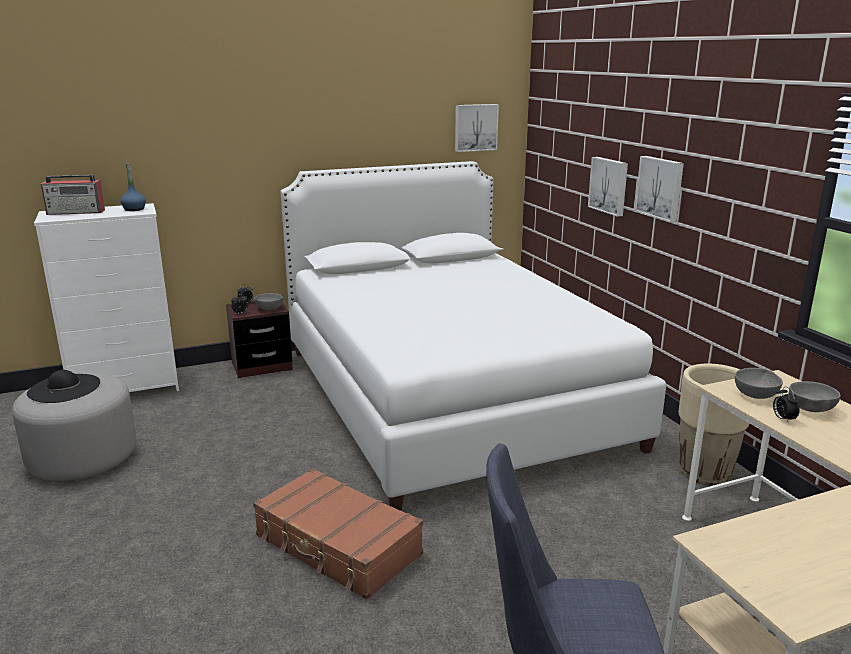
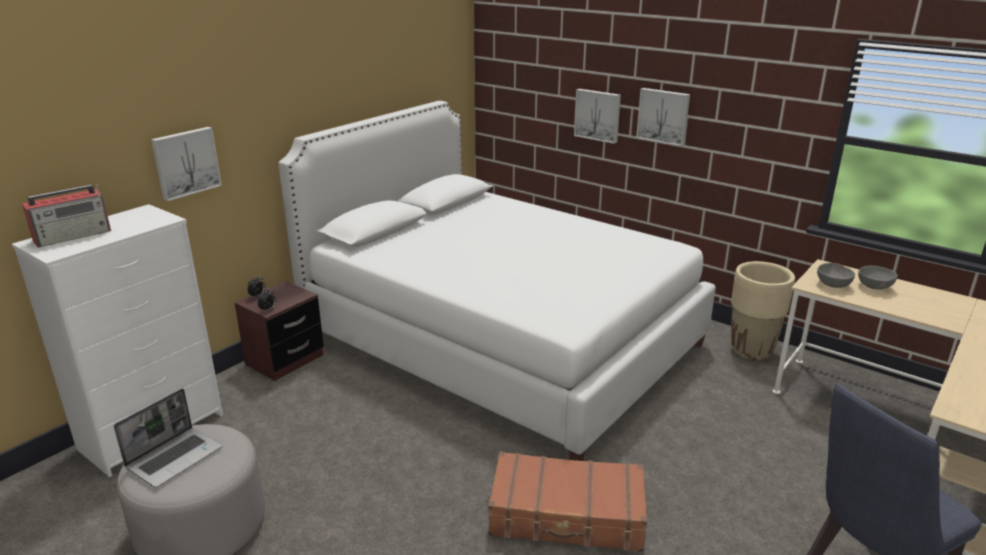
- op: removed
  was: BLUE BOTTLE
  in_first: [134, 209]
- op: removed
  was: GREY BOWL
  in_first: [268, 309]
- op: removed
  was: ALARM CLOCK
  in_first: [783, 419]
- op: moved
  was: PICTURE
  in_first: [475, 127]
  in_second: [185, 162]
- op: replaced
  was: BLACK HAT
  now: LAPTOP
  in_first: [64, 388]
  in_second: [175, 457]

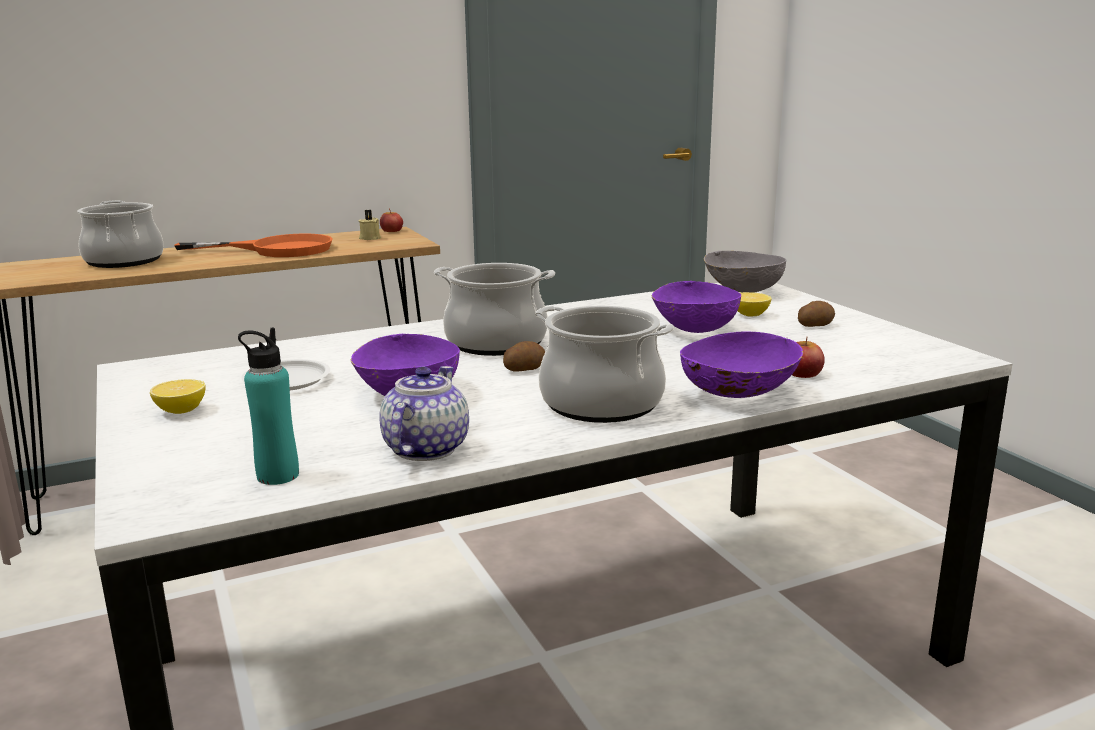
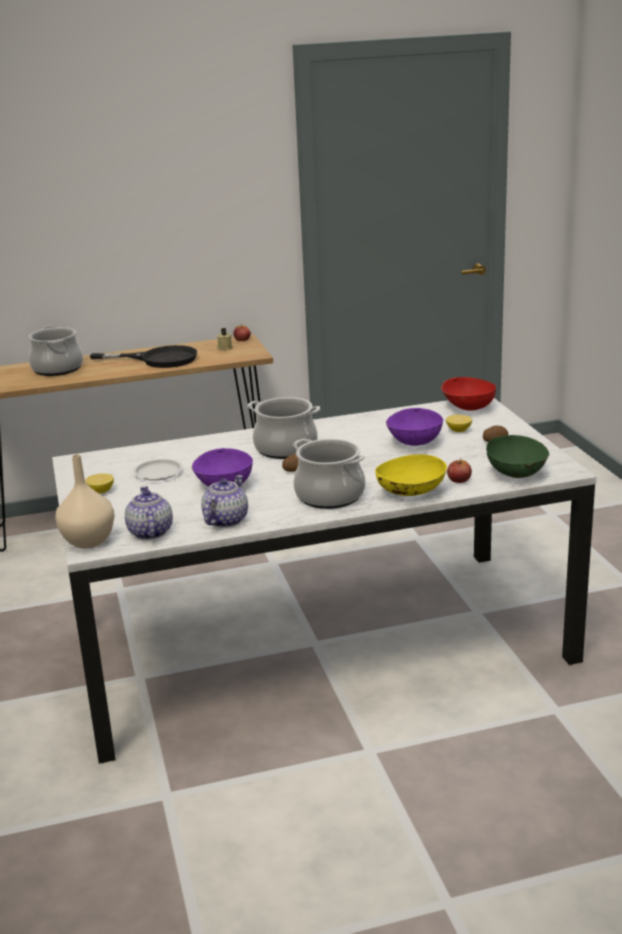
- op: added
  now: BEIGE VASE
  in_second: [90, 541]
- op: added
  now: GREEN BOWL
  in_second: [517, 473]
- op: replaced
  was: TURQUOISE BOTTLE
  now: TEAPOT
  in_first: [277, 475]
  in_second: [149, 532]
- op: recoloured
  was: ORANGE FRYING PAN
  now: BLACK FRYING PAN
  in_first: [277, 249]
  in_second: [159, 359]
- op: recoloured
  was: PURPLE BOWL
  now: YELLOW BOWL
  in_first: [738, 394]
  in_second: [411, 493]
- op: recoloured
  was: GREY BOWL
  now: RED BOWL
  in_first: [741, 290]
  in_second: [467, 407]

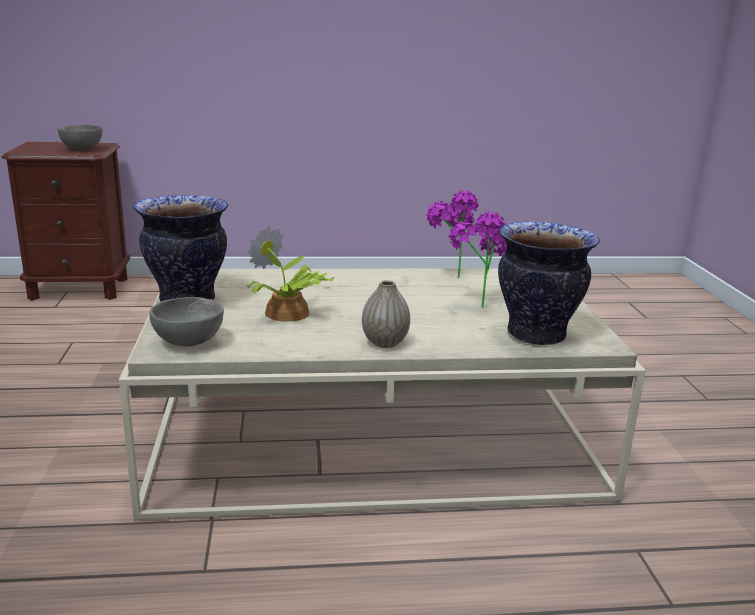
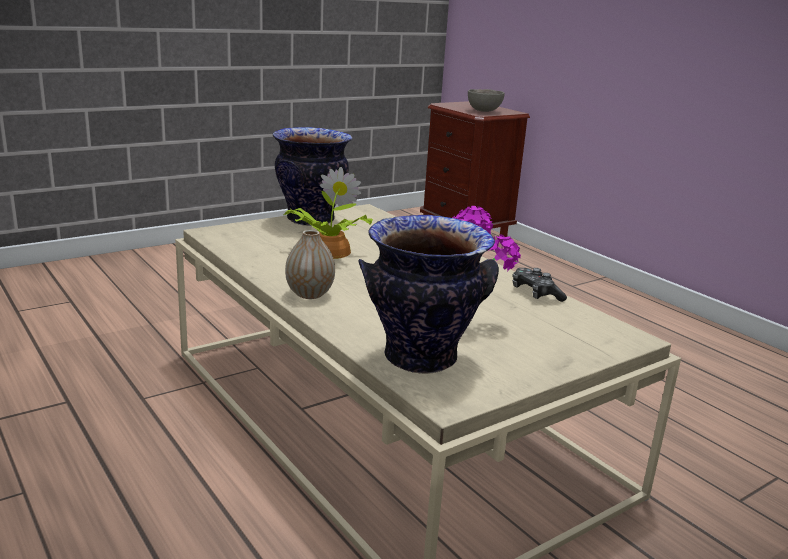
- op: removed
  was: GREY BOWL
  in_first: [190, 343]
- op: replaced
  was: POTTED PLANT
  now: GAME CONTROLLER
  in_first: [449, 275]
  in_second: [535, 293]

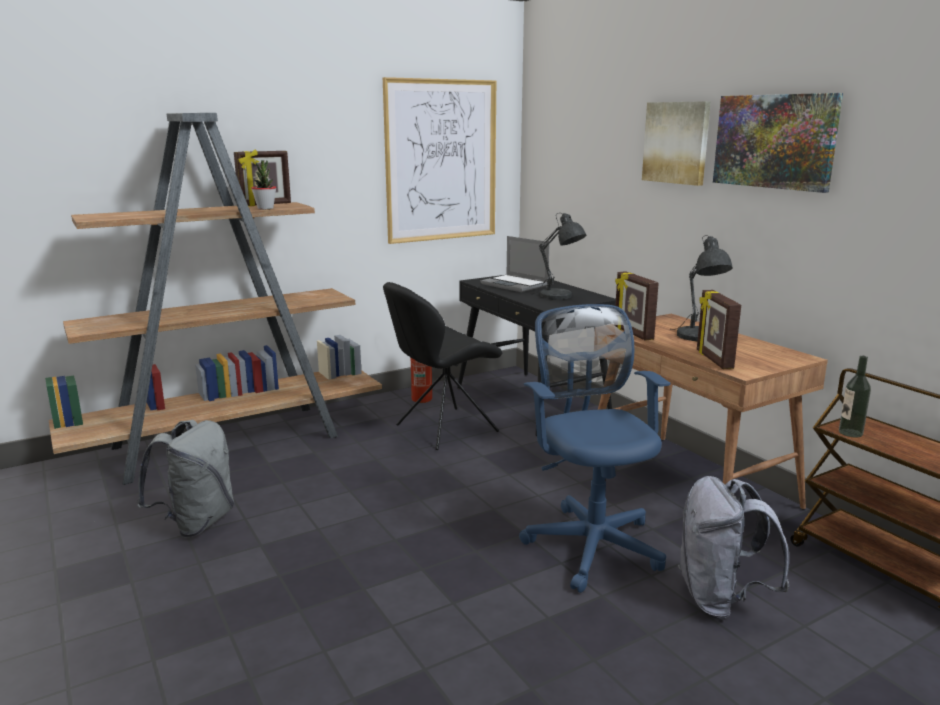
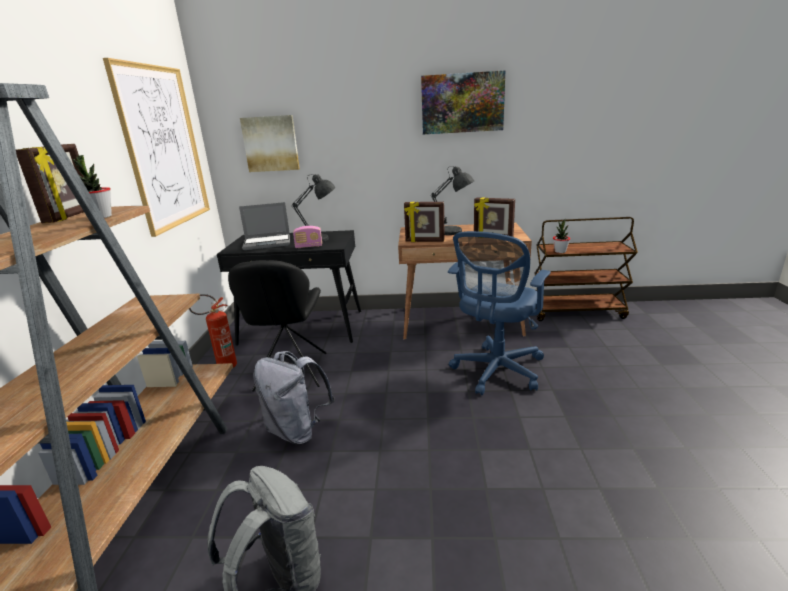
- op: added
  now: RADIO
  in_second: [309, 246]
- op: moved
  was: PICTURE
  in_first: [676, 142]
  in_second: [271, 143]
- op: moved
  was: GREY BACKPACK
  in_first: [720, 600]
  in_second: [297, 431]
- op: replaced
  was: BOTTLE
  now: POTTED PLANT
  in_first: [850, 433]
  in_second: [560, 251]
- op: turned
  was: BLUE OFFICE CHAIR
  in_first: [591, 542]
  in_second: [496, 372]
  clockwise: -75

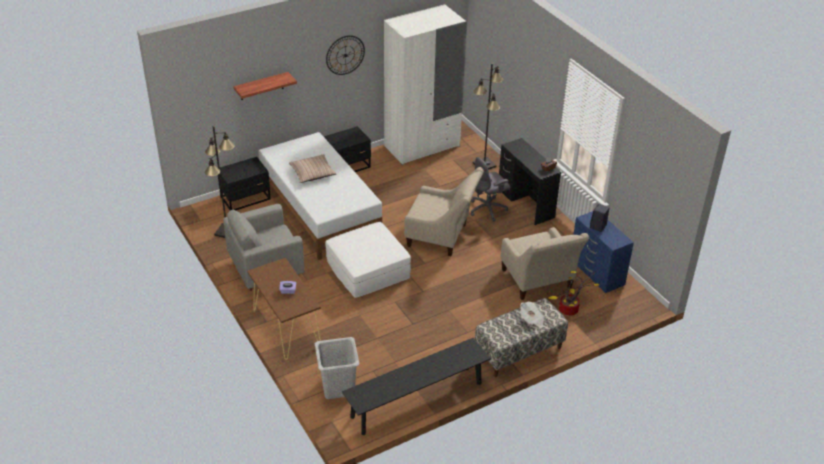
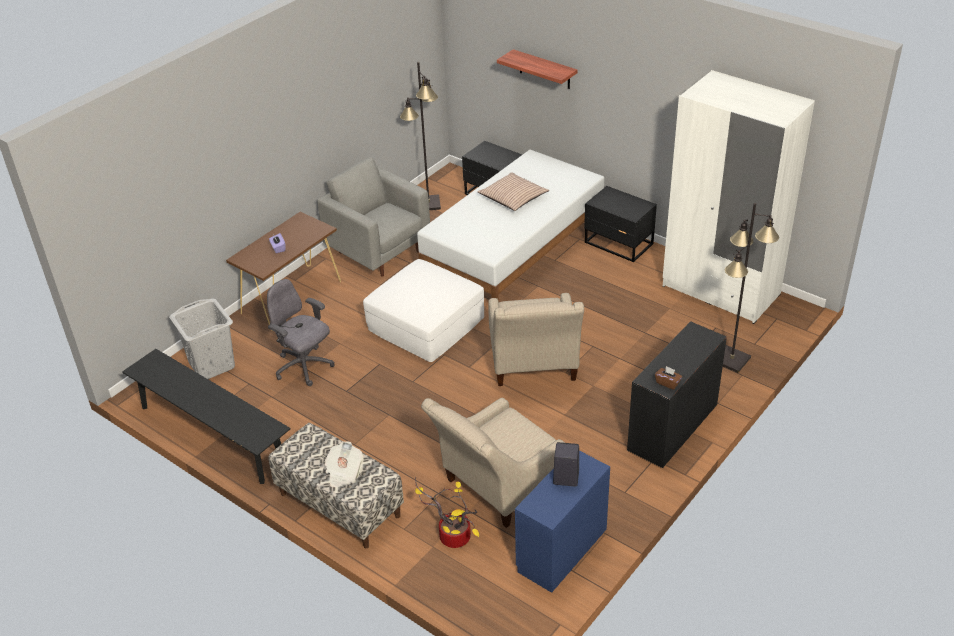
- op: removed
  was: WALL CLOCK
  in_first: [345, 55]
- op: moved
  was: GREY OFFICE CHAIR
  in_first: [488, 209]
  in_second: [304, 367]

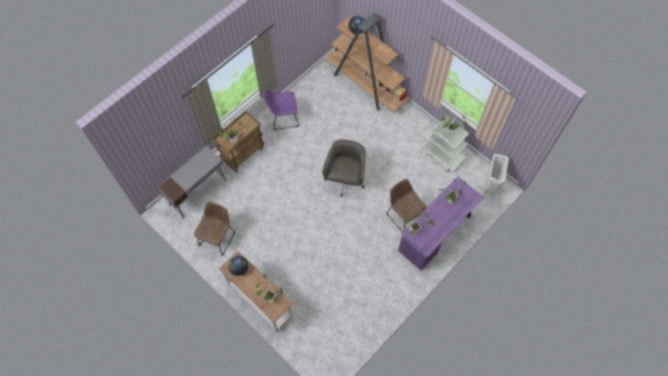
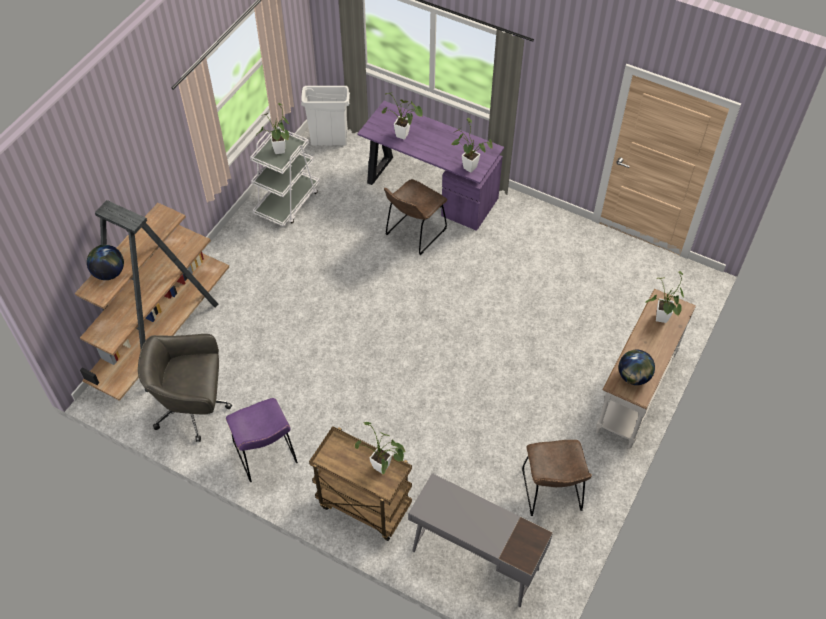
- op: moved
  was: GREY OFFICE CHAIR
  in_first: [345, 179]
  in_second: [193, 408]
- op: turned
  was: BROWN CHAIR
  in_first: [218, 237]
  in_second: [552, 493]
  clockwise: -105

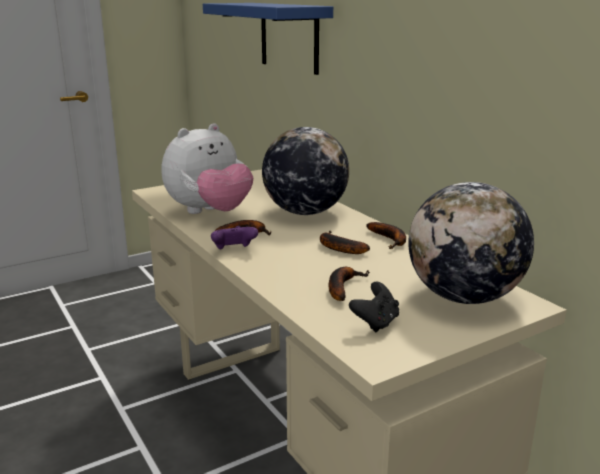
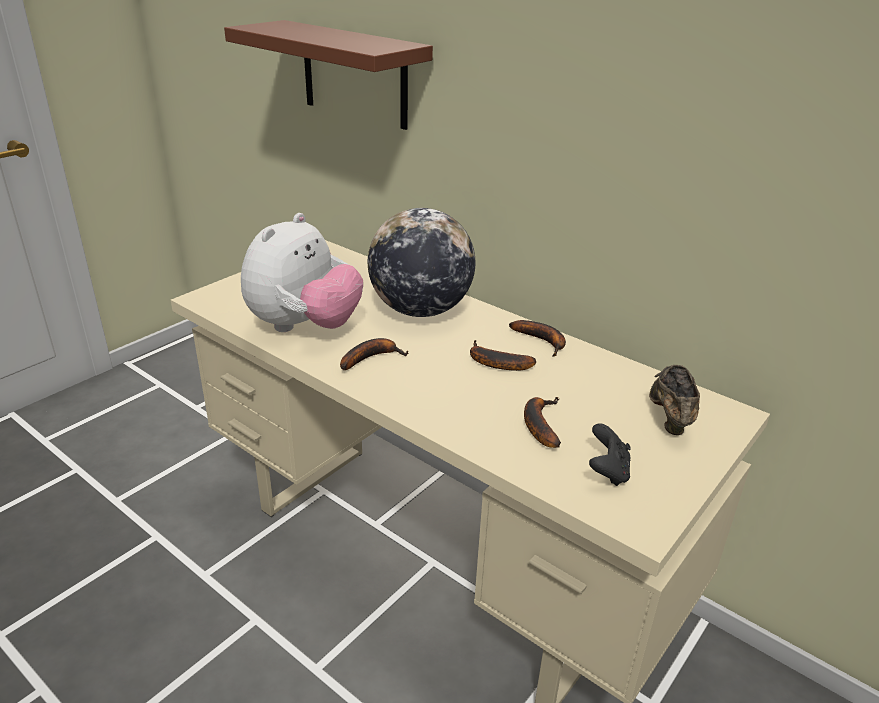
- op: removed
  was: PURPLE GAME CONTROLLER
  in_first: [234, 250]
- op: replaced
  was: GLOBE
  now: BROWN SHOE
  in_first: [464, 297]
  in_second: [669, 415]
- op: recoloured
  was: BLUE SHELF
  now: BROWN SHELF
  in_first: [289, 37]
  in_second: [354, 75]

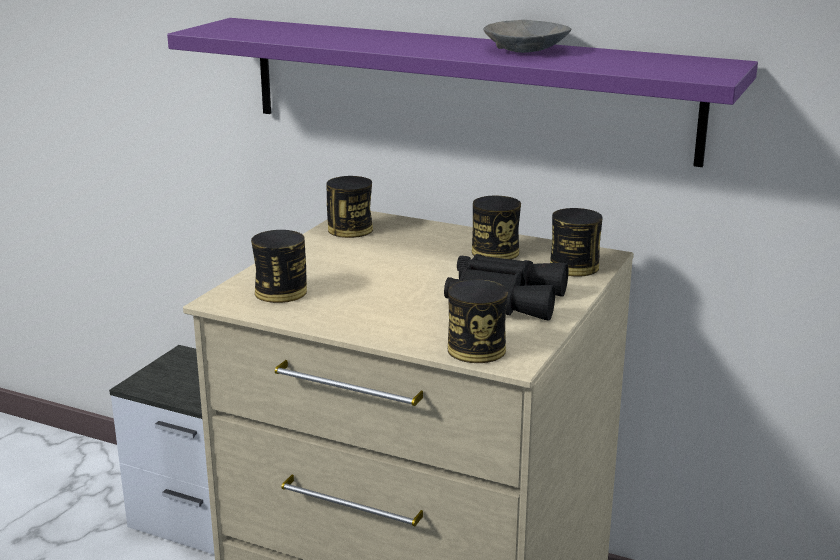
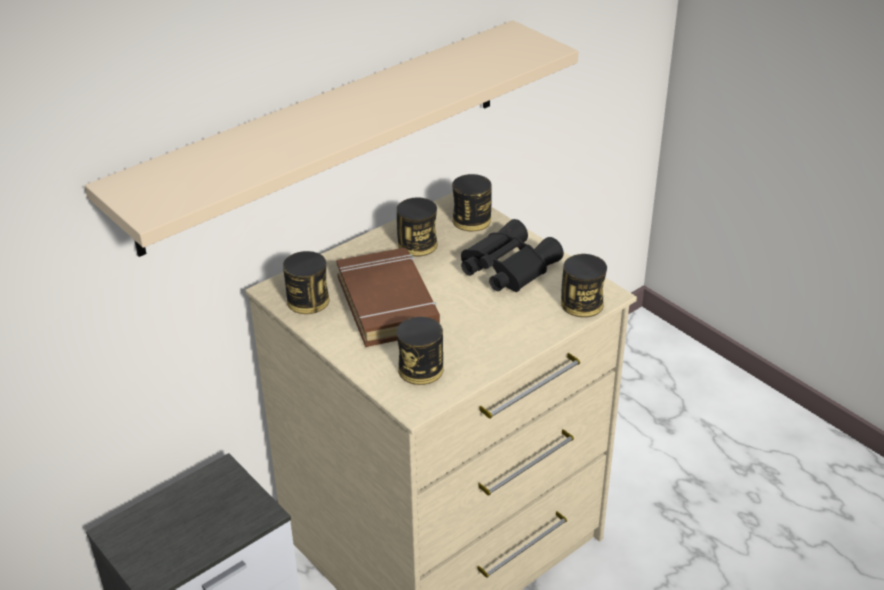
- op: removed
  was: GREY BOWL
  in_first: [525, 49]
- op: added
  now: BROWN BOOK
  in_second: [388, 304]
- op: recoloured
  was: PURPLE SHELF
  now: BEIGE SHELF
  in_first: [465, 88]
  in_second: [325, 134]

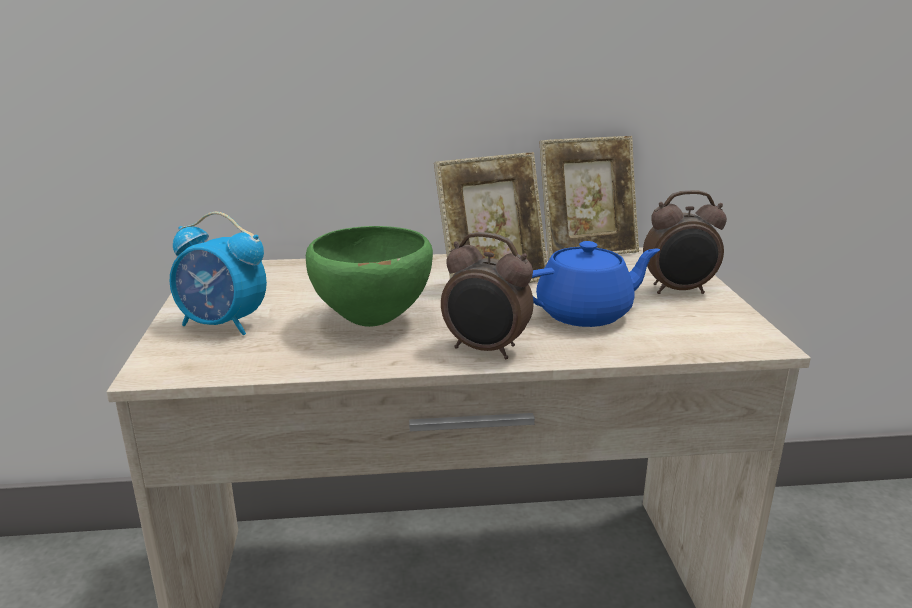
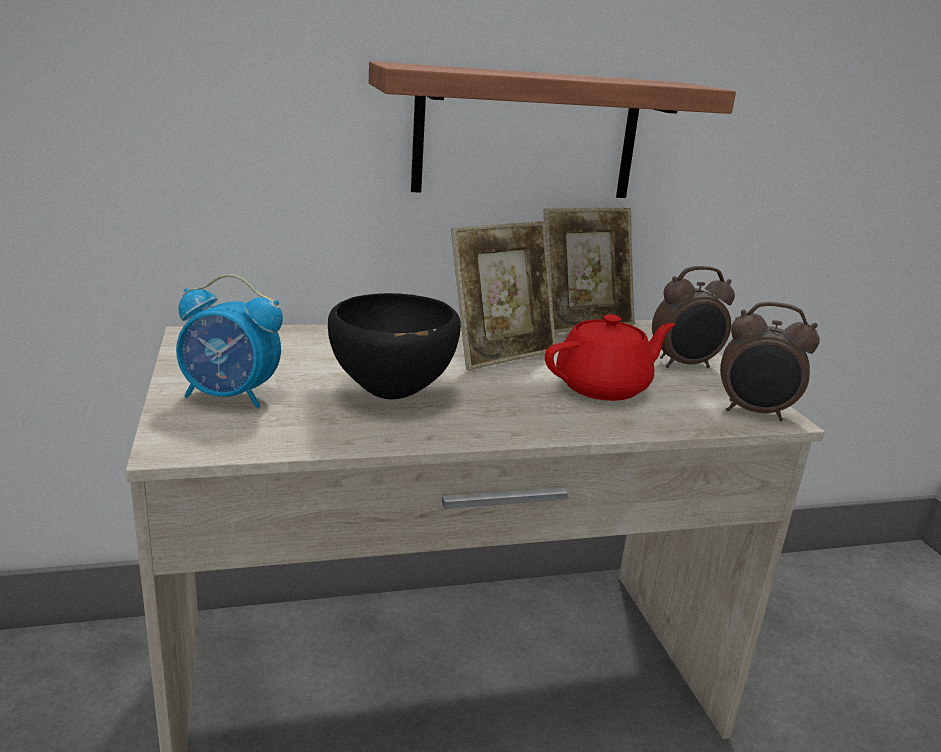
- op: added
  now: SHELF
  in_second: [527, 135]
- op: moved
  was: ALARM CLOCK
  in_first: [485, 350]
  in_second: [754, 413]
- op: recoloured
  was: GREEN BOWL
  now: BLACK BOWL
  in_first: [372, 323]
  in_second: [392, 395]
- op: recoloured
  was: BLUE TEAPOT
  now: RED TEAPOT
  in_first: [586, 313]
  in_second: [604, 387]

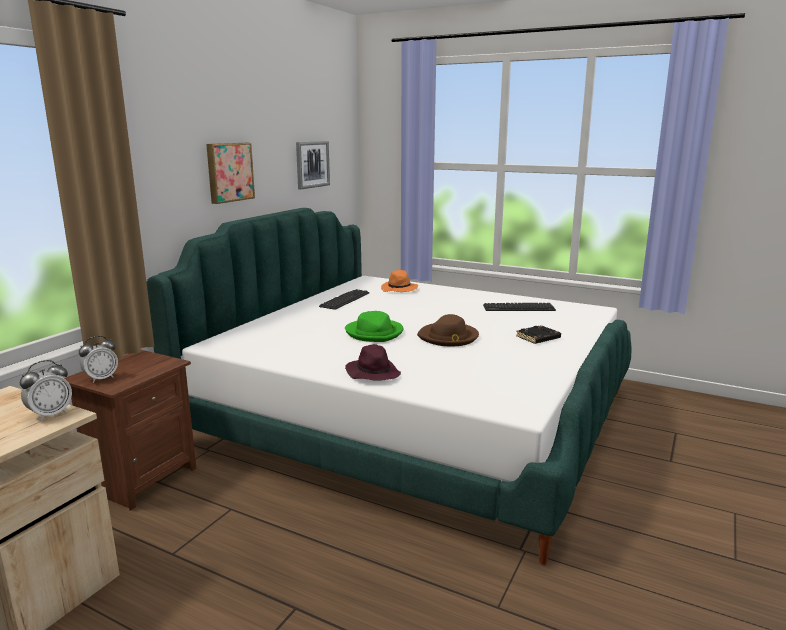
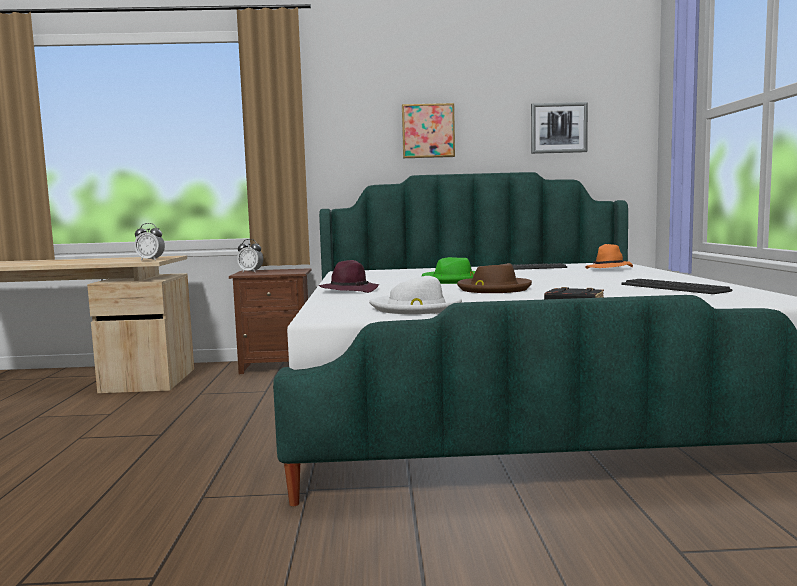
- op: added
  now: WHITE HAT
  in_second: [416, 308]

